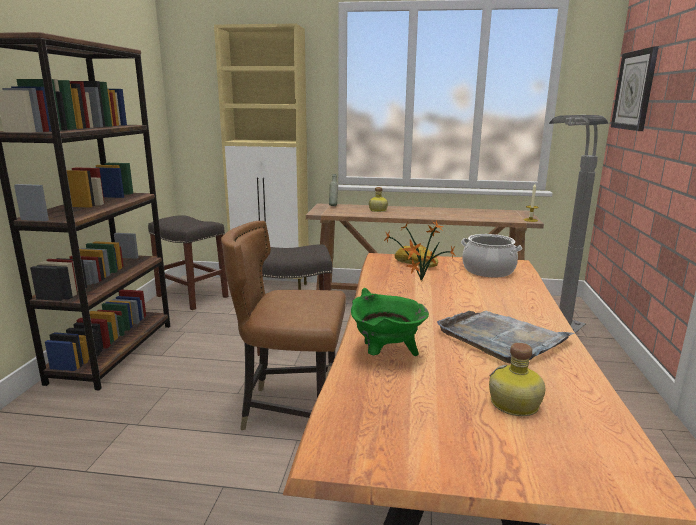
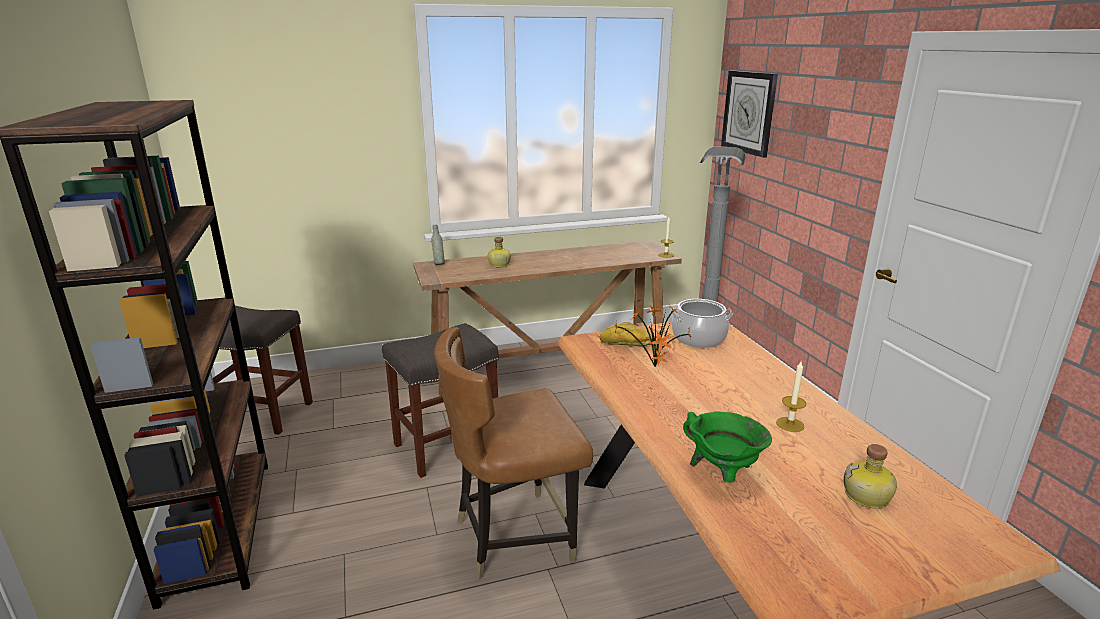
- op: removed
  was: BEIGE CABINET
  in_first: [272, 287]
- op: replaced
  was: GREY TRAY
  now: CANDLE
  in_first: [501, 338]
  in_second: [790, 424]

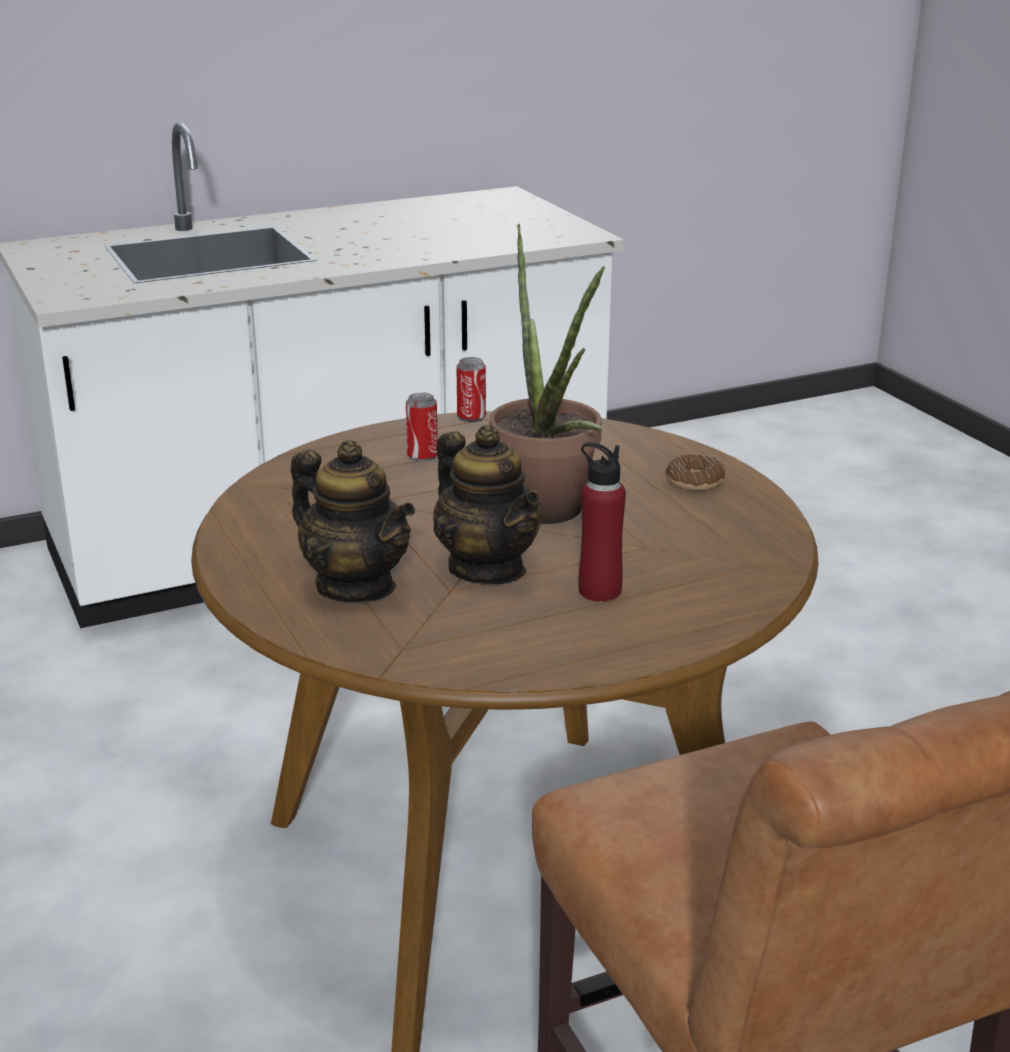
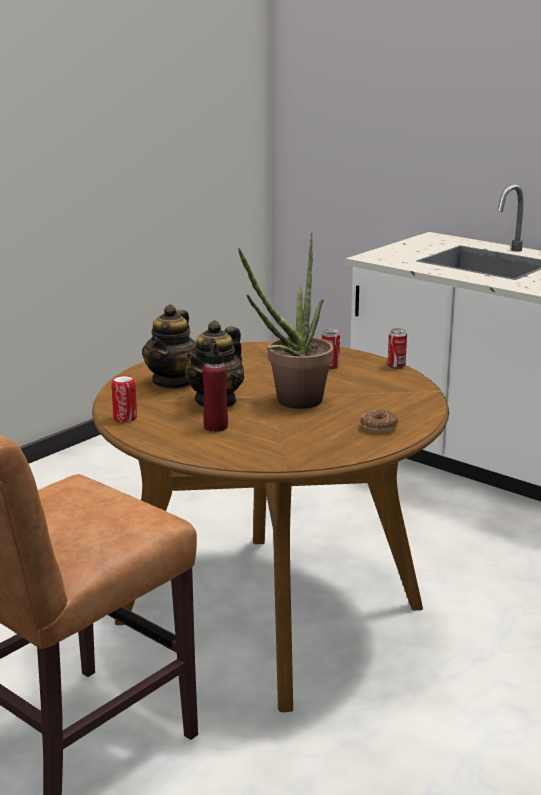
- op: added
  now: CAN
  in_second: [125, 418]

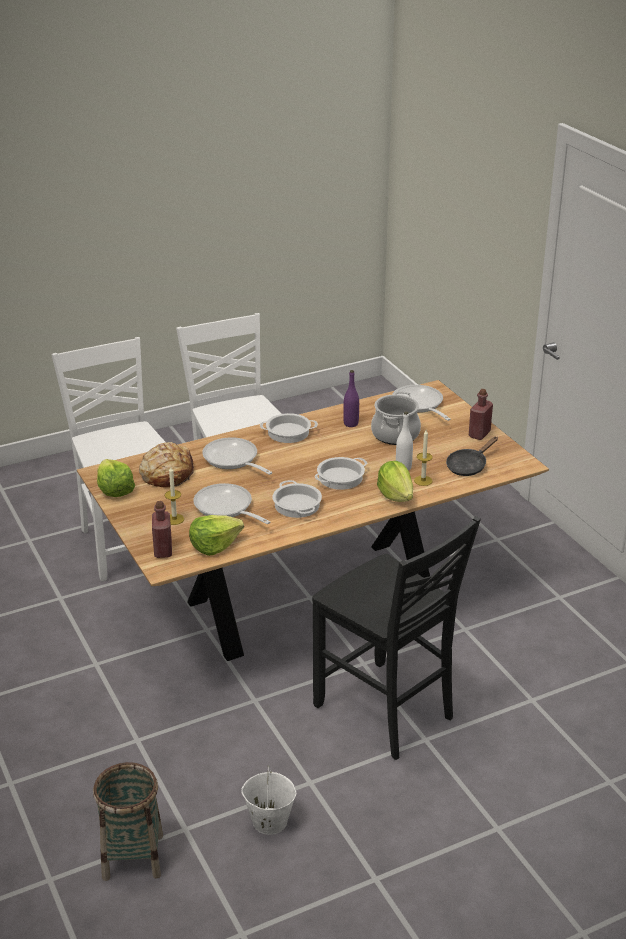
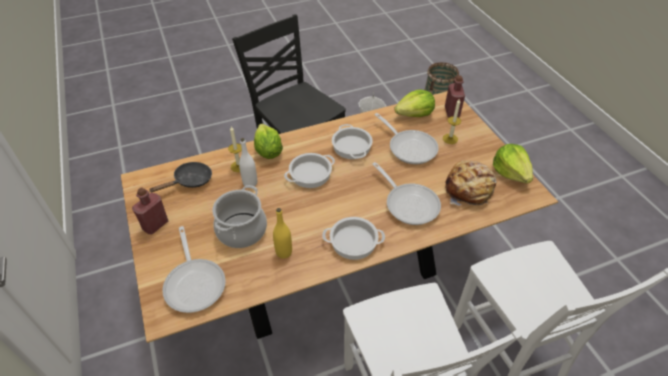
- op: recoloured
  was: PURPLE BOTTLE
  now: YELLOW BOTTLE
  in_first: [351, 424]
  in_second: [284, 252]

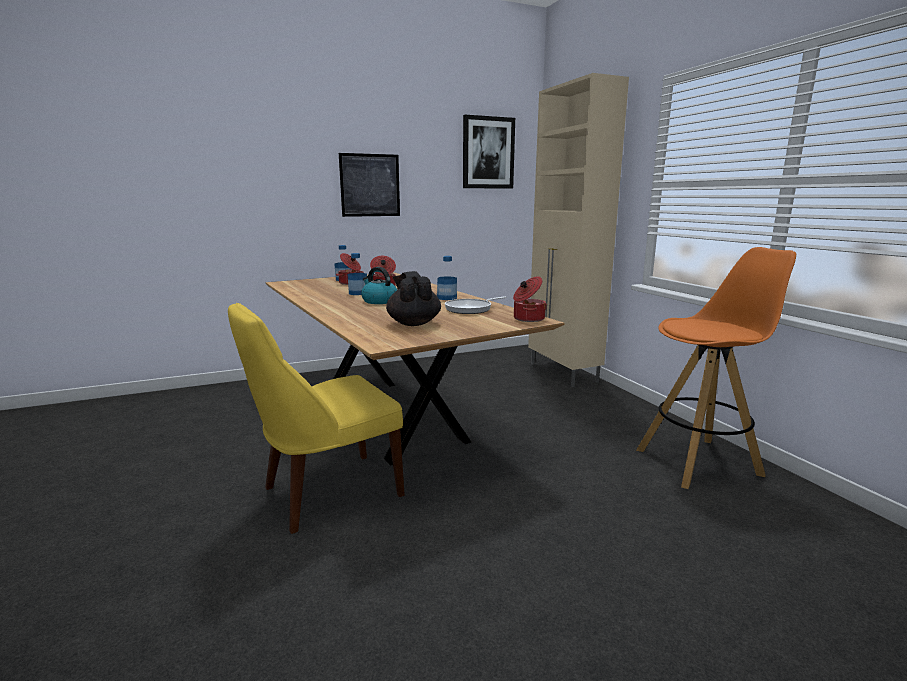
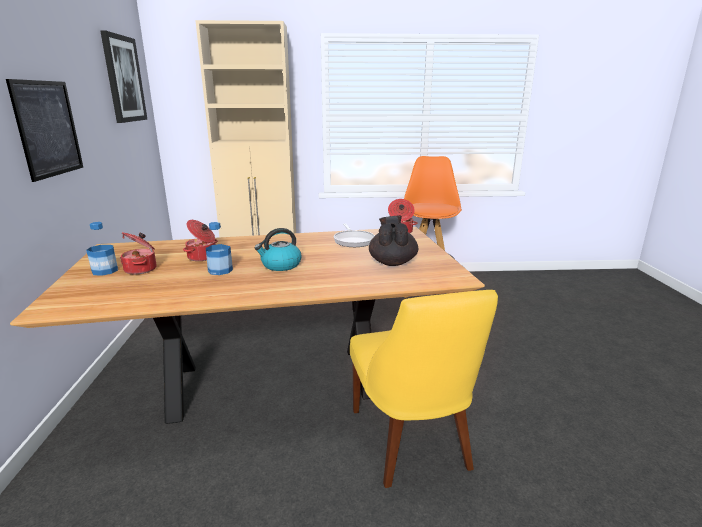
- op: removed
  was: BOTTLE
  in_first: [446, 298]
- op: turned
  was: BLACK TEAPOT
  in_first: [413, 323]
  in_second: [392, 262]
  clockwise: 90

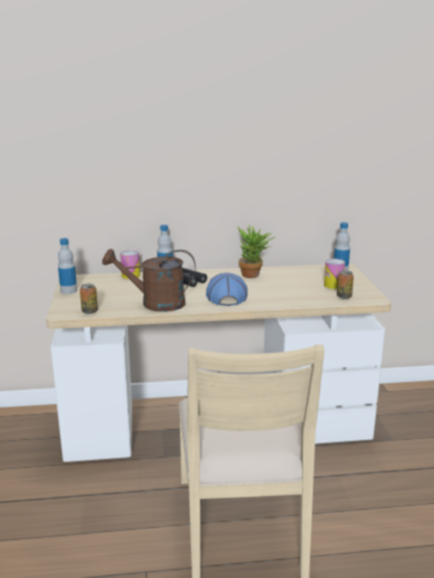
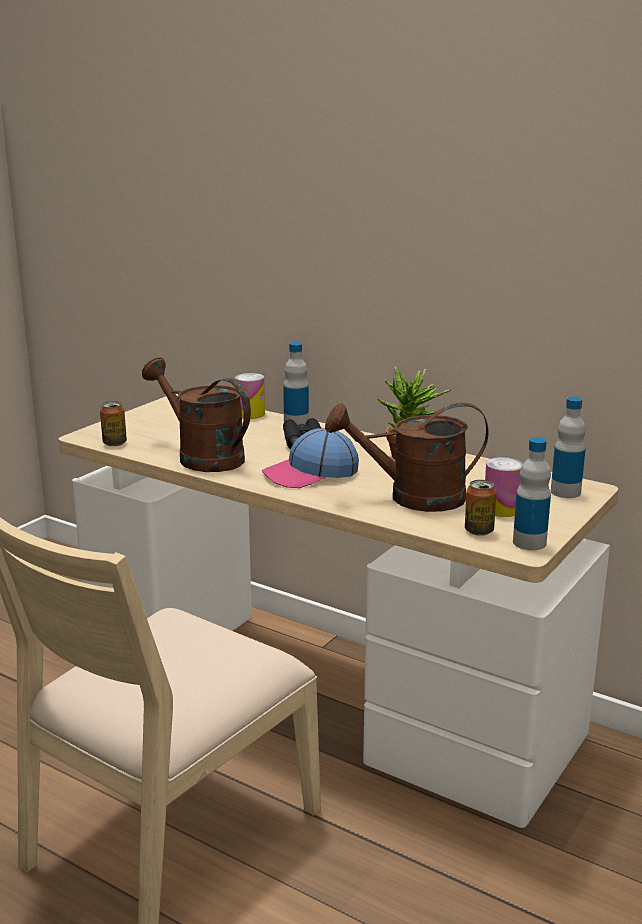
- op: added
  now: BROWN WATERING CAN
  in_second: [413, 498]
- op: moved
  was: BOTTLE
  in_first: [68, 291]
  in_second: [529, 542]
- op: turned
  was: CAP
  in_first: [225, 295]
  in_second: [311, 473]
  clockwise: -150

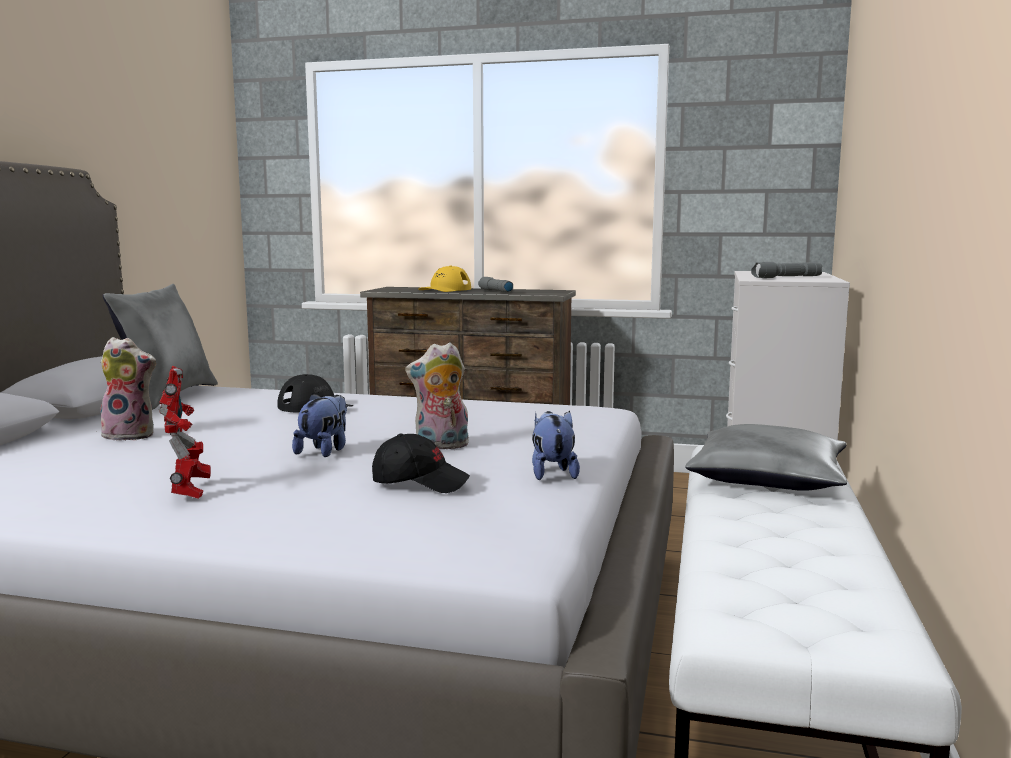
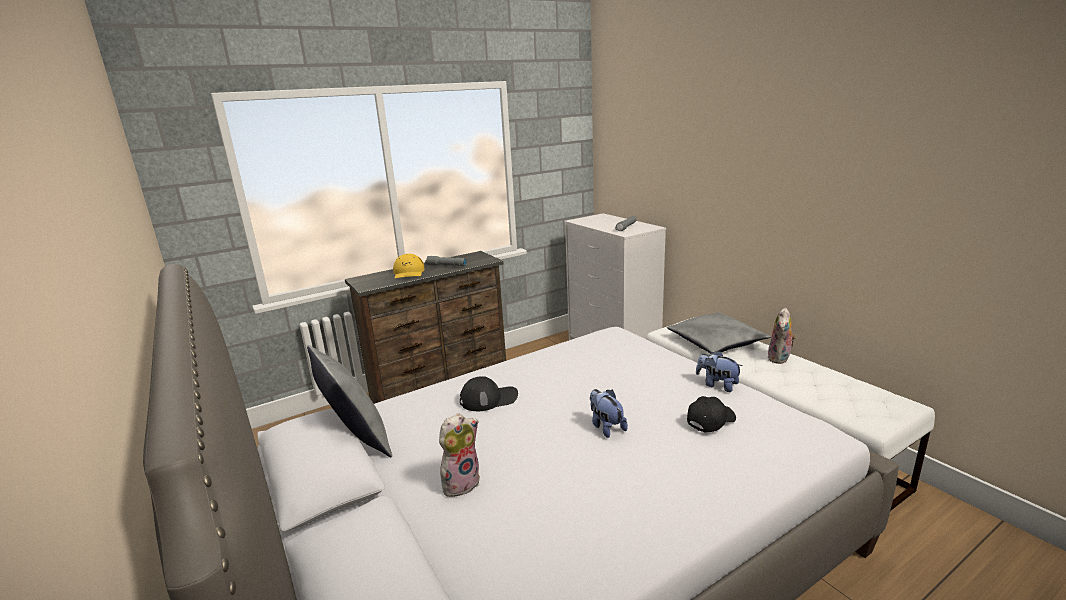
- op: removed
  was: TOY ROBOT
  in_first: [189, 492]
- op: moved
  was: PLUSH TOY
  in_first: [441, 446]
  in_second: [780, 359]

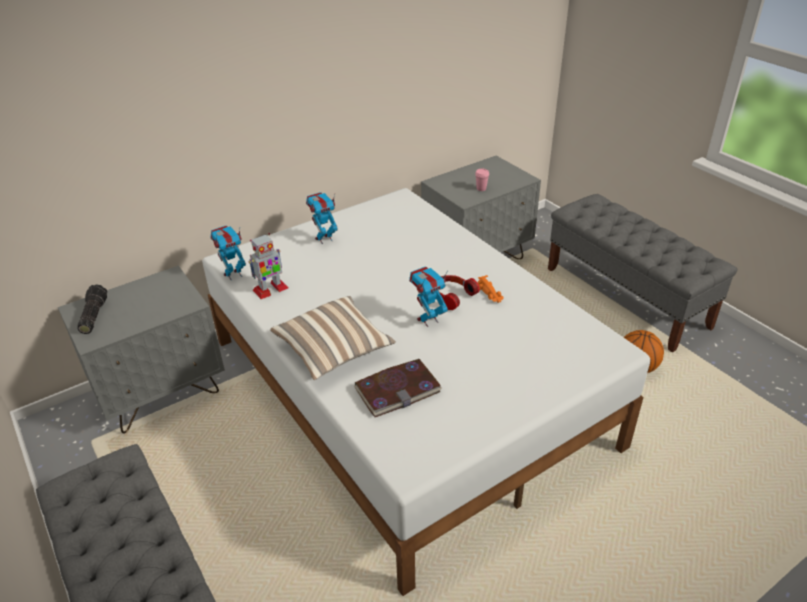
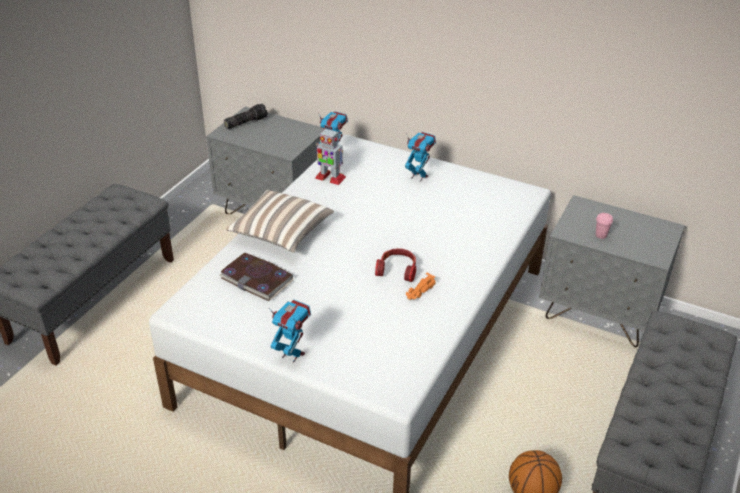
- op: moved
  was: TOY ROBOT
  in_first: [428, 320]
  in_second: [292, 354]

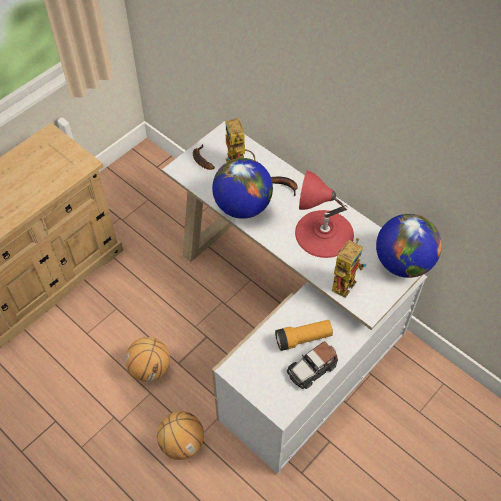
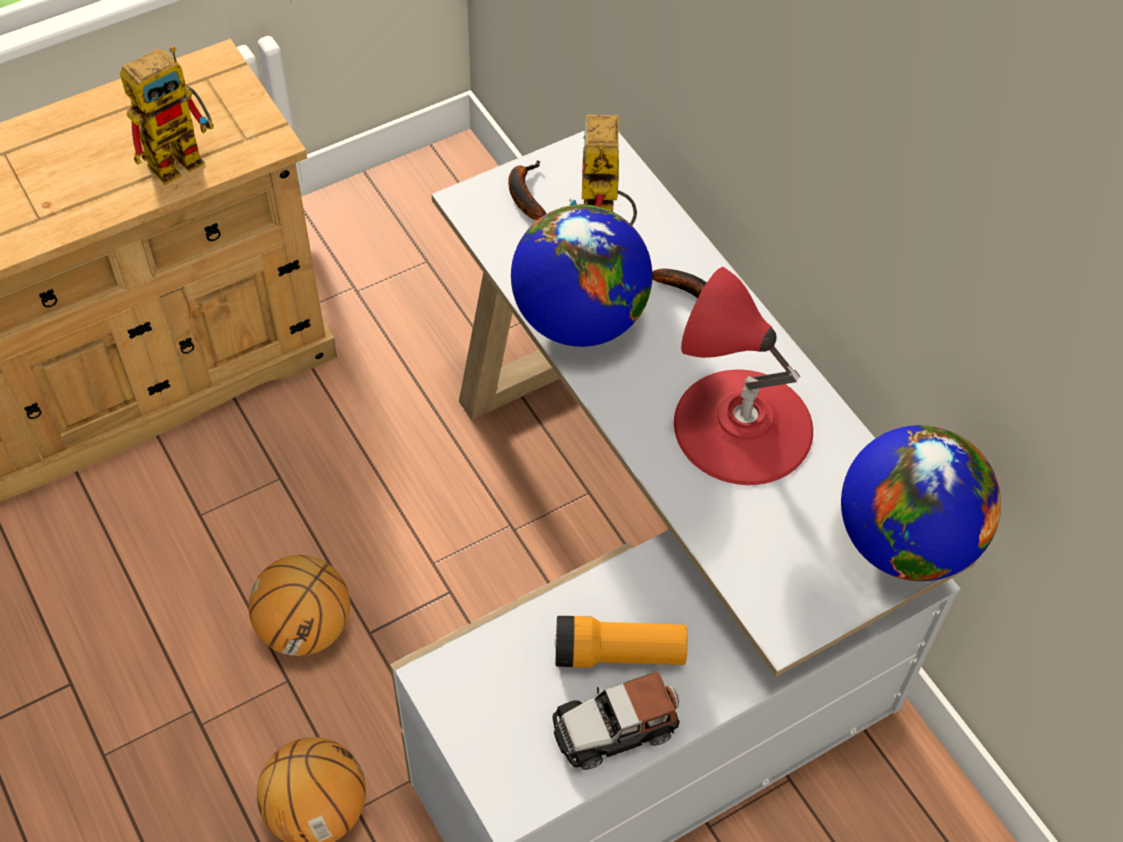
- op: moved
  was: TOY ROBOT
  in_first: [344, 280]
  in_second: [183, 155]

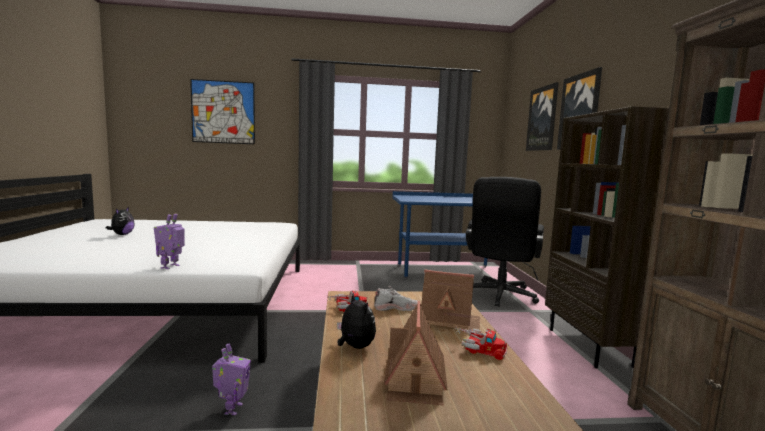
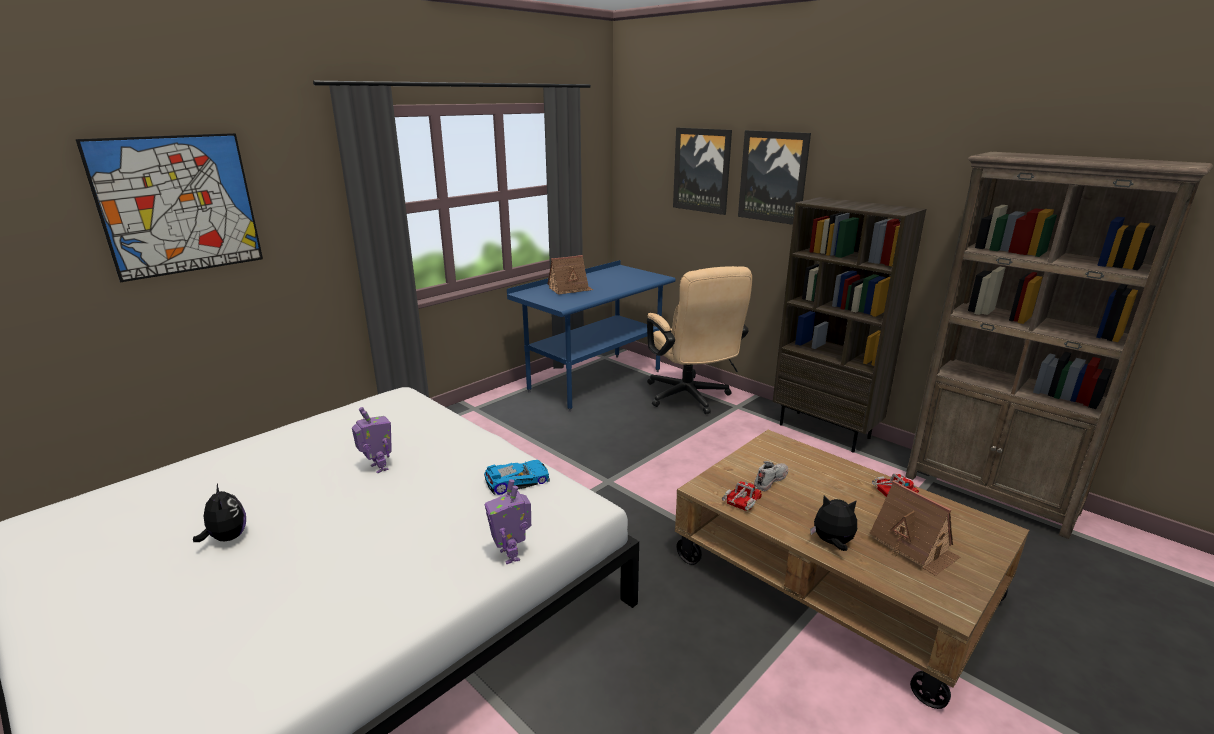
- op: added
  now: TOY CAR
  in_second: [517, 480]
- op: moved
  was: TOY ROBOT
  in_first: [232, 409]
  in_second: [378, 468]
- op: moved
  was: TOY HOUSE
  in_first: [449, 320]
  in_second: [570, 289]
- op: recoloured
  was: BLACK OFFICE CHAIR
  now: BEIGE OFFICE CHAIR
  in_first: [499, 296]
  in_second: [690, 398]

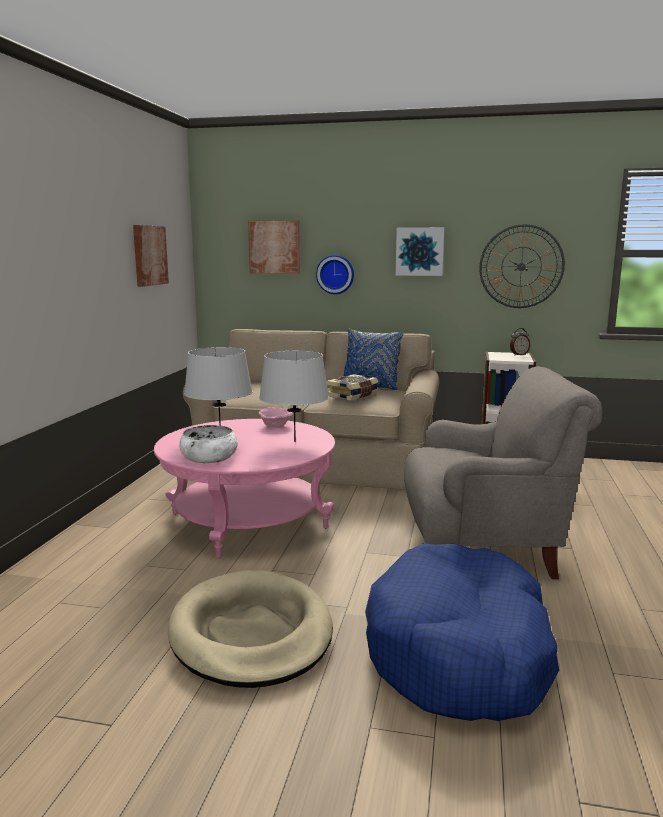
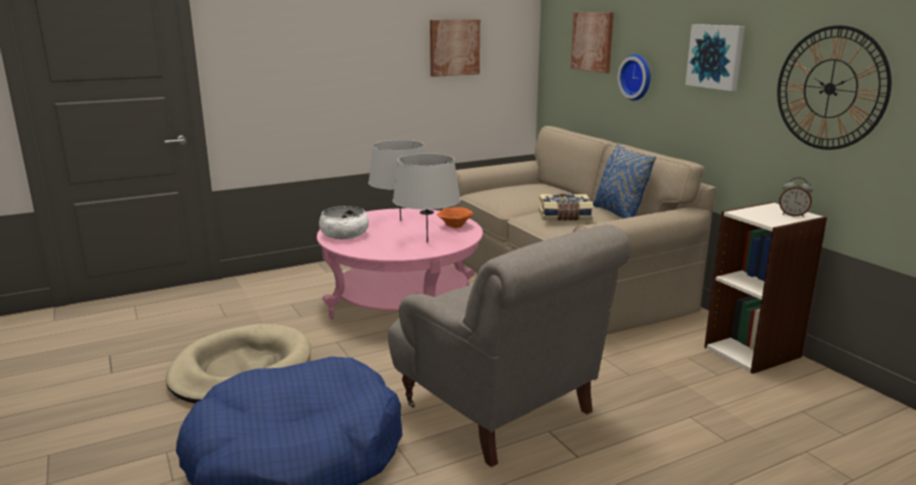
- op: recoloured
  was: PINK BOWL
  now: ORANGE BOWL
  in_first: [276, 426]
  in_second: [454, 226]

